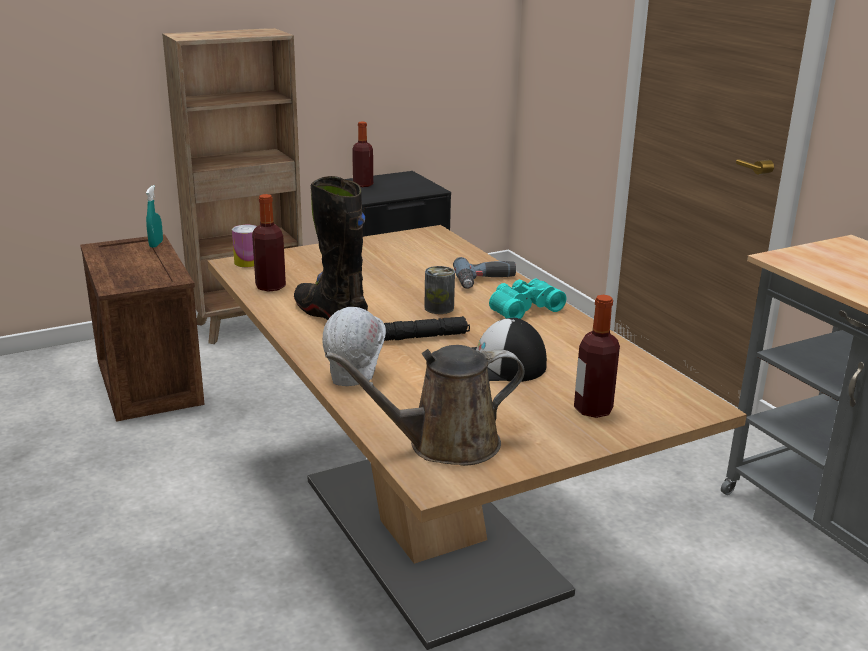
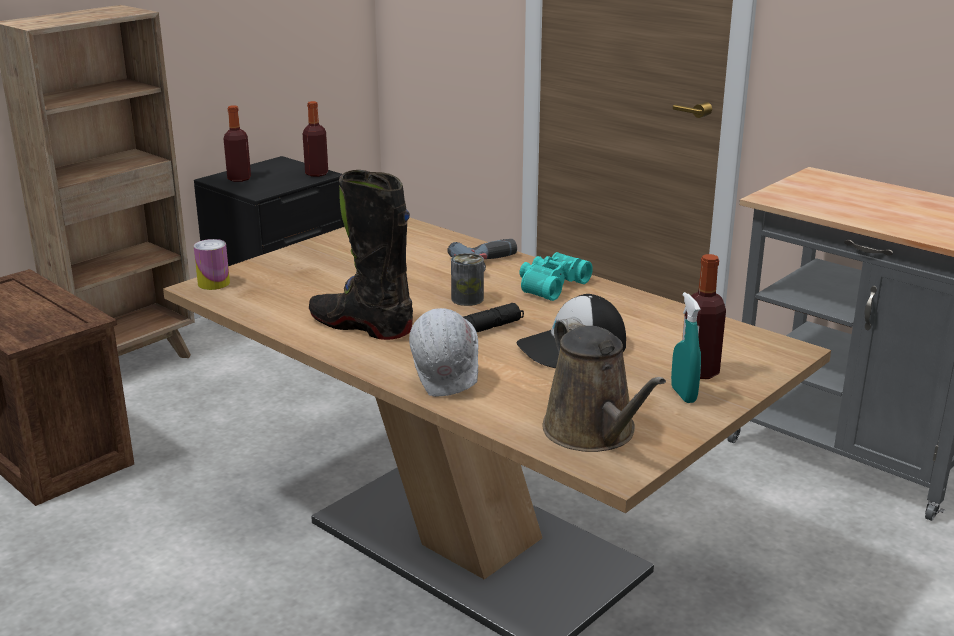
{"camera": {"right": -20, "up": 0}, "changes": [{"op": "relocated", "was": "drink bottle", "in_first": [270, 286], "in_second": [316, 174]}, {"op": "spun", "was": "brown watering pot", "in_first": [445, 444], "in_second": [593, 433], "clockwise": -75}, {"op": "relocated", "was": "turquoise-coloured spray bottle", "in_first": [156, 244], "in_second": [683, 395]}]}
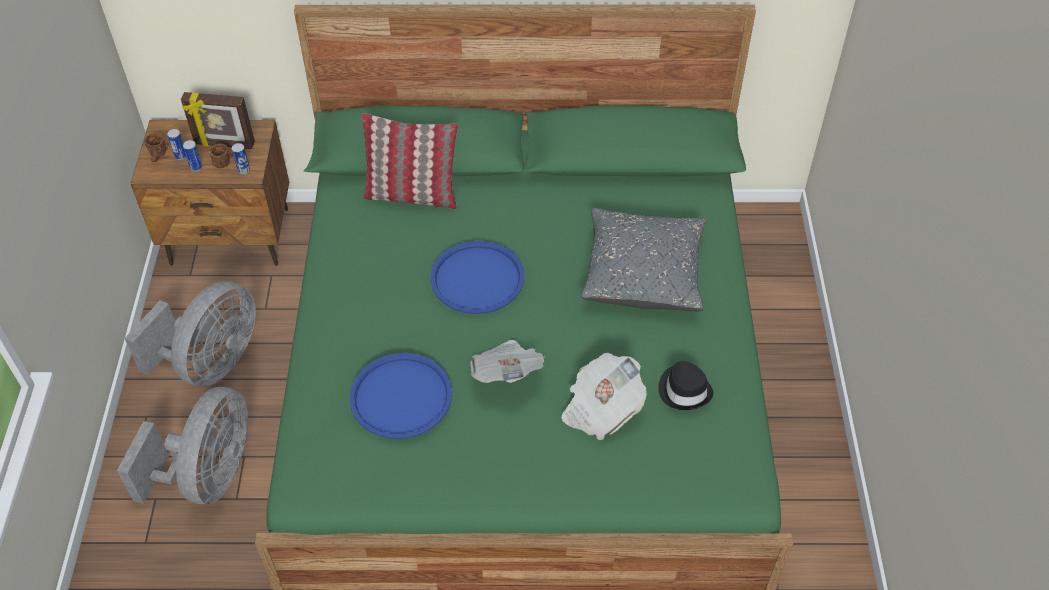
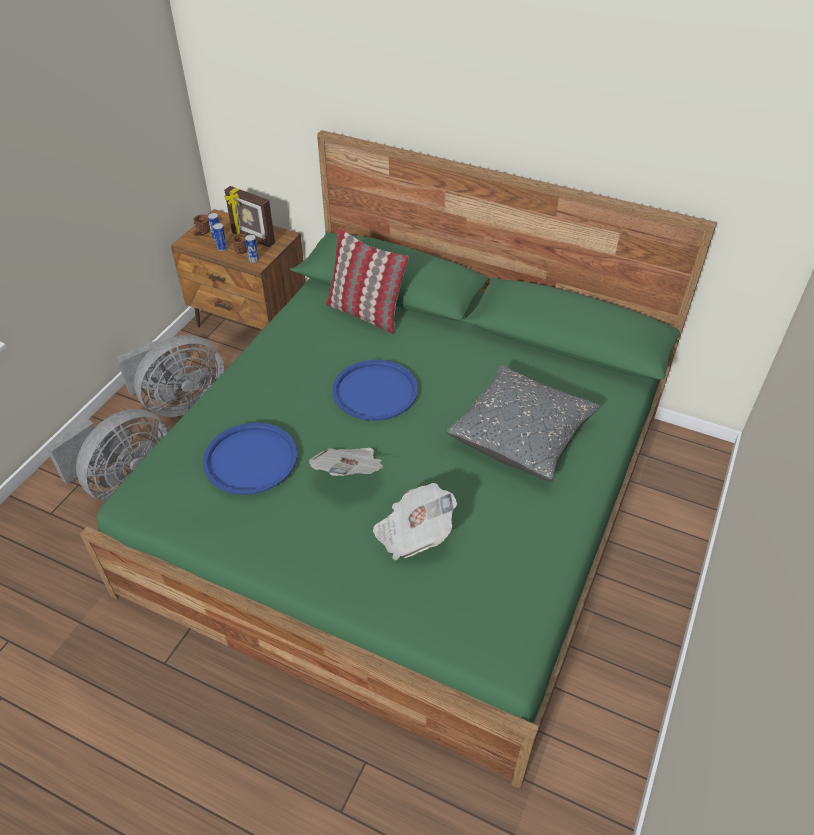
{"camera": {"right": 25, "up": -5}, "changes": [{"op": "missing", "was": "black wearable hat", "in_first": [684, 390]}]}
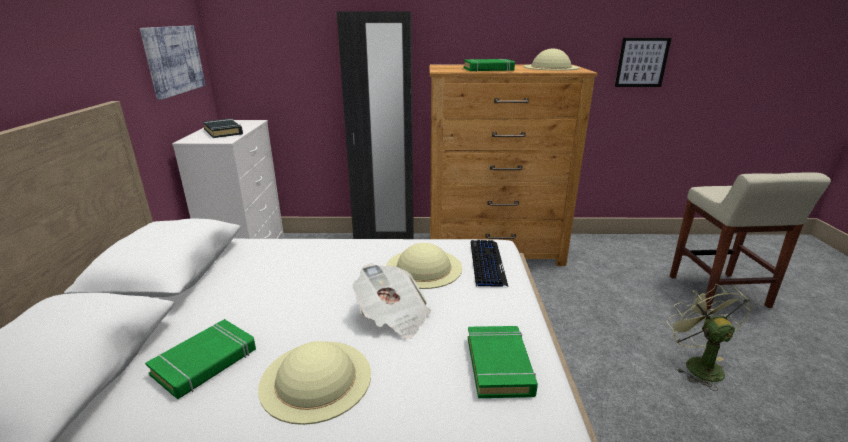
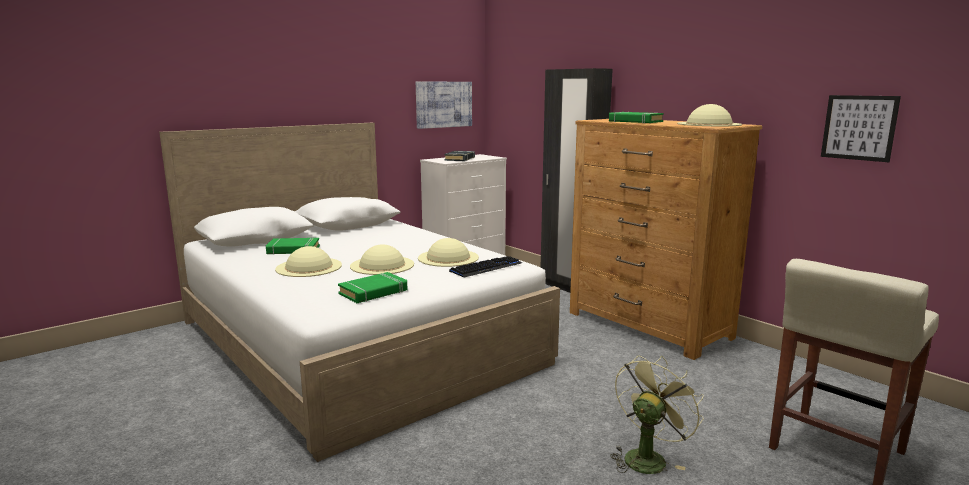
{"camera": {"right": 50, "up": -10}, "changes": [{"op": "exchanged", "was": "newspaper", "now": "sand-coloured wearable hat", "in_first": [393, 316], "in_second": [382, 265]}]}
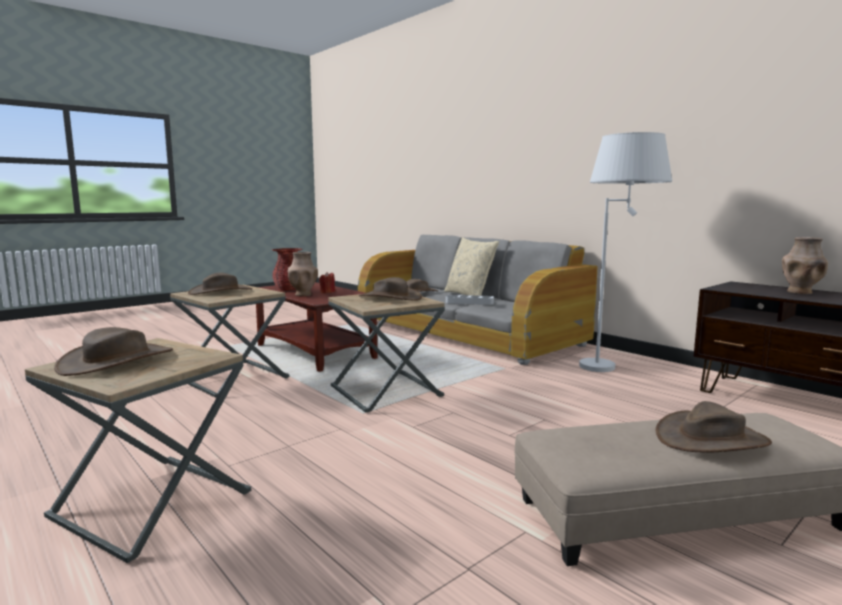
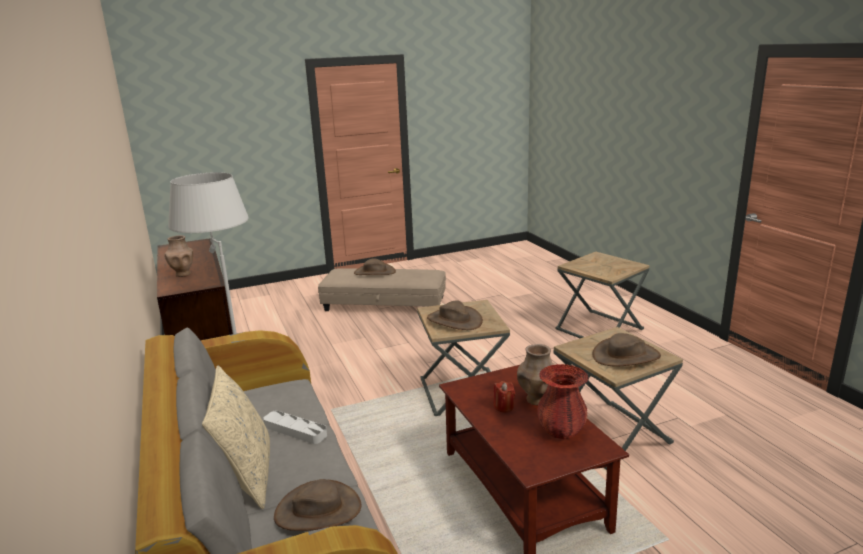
{"camera": {"right": -160, "up": 10}, "changes": [{"op": "missing", "was": "brown wearable hat", "in_first": [117, 361]}]}
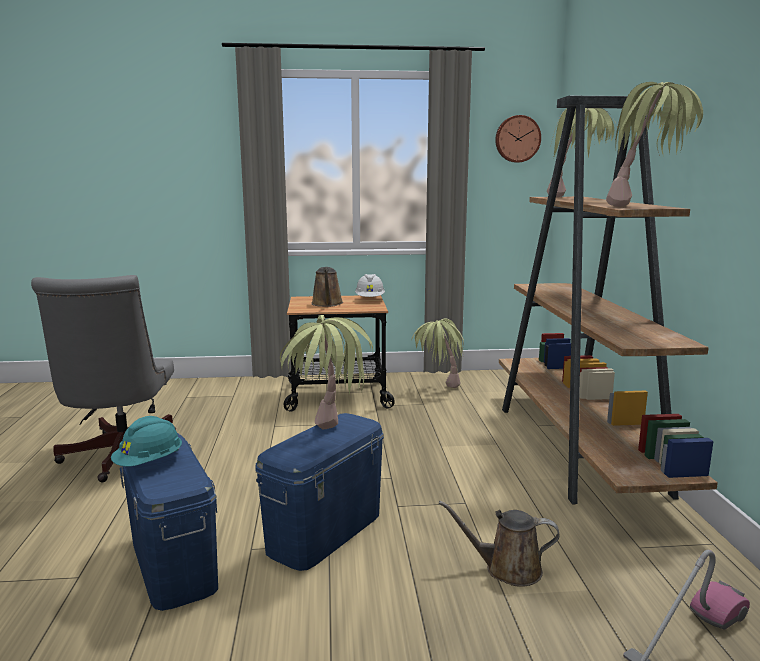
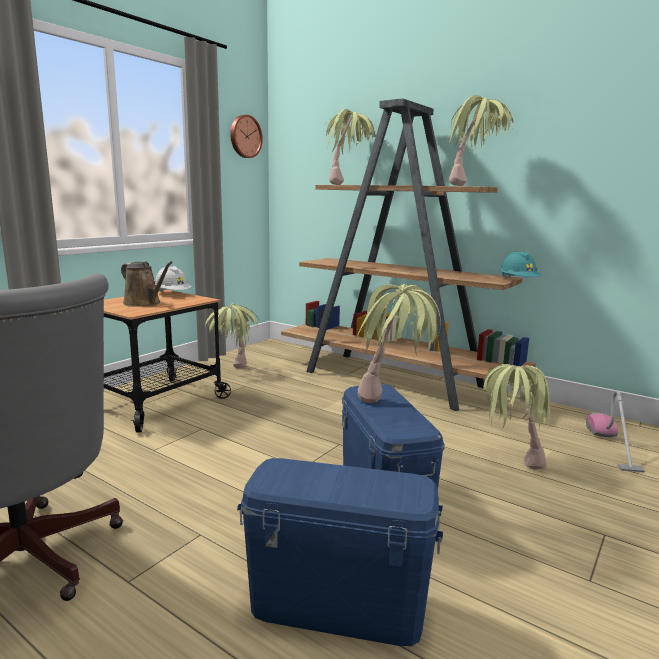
{"camera": {"right": -50, "up": 0}, "changes": [{"op": "exchanged", "was": "brown watering pot", "now": "houseplant", "in_first": [507, 569], "in_second": [508, 460]}, {"op": "relocated", "was": "turquoise-coloured safety helmet", "in_first": [149, 463], "in_second": [518, 281]}]}
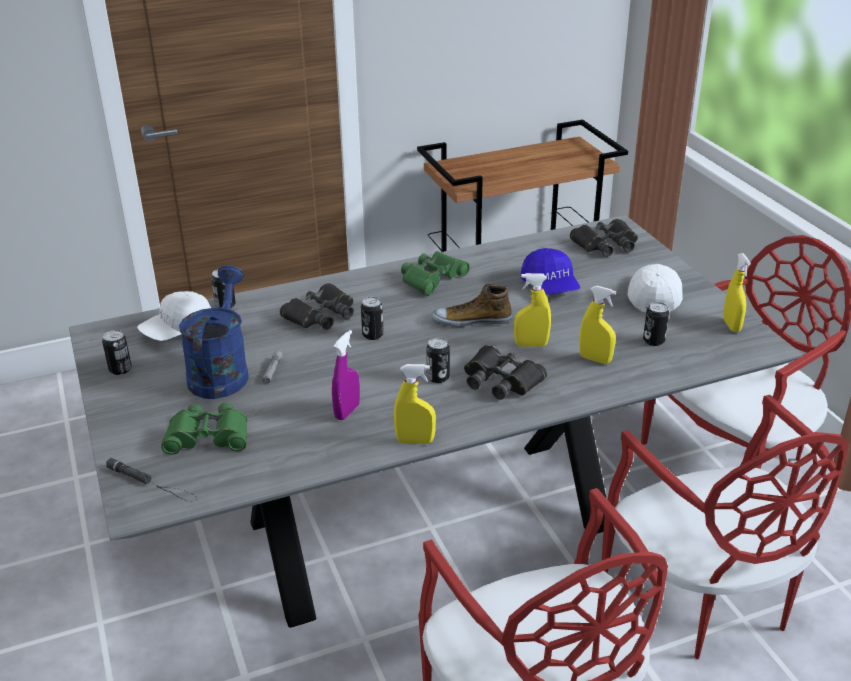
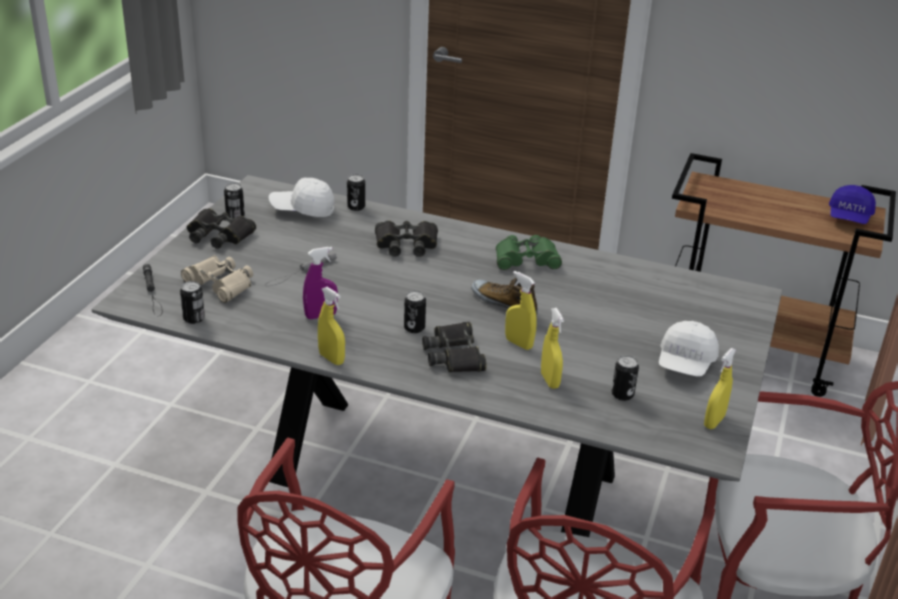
{"camera": {"right": 40, "up": 0}, "changes": [{"op": "relocated", "was": "metal can", "in_first": [373, 335], "in_second": [194, 318]}, {"op": "colour", "was": "greenish binoculars", "now": "sand-coloured binoculars", "in_first": [208, 437], "in_second": [220, 284]}, {"op": "relocated", "was": "black binoculars", "in_first": [605, 244], "in_second": [219, 235]}, {"op": "spun", "was": "white peaked cap", "in_first": [653, 296], "in_second": [685, 363], "clockwise": 150}, {"op": "relocated", "was": "bluish peaked cap", "in_first": [550, 286], "in_second": [849, 217]}, {"op": "missing", "was": "bluish watering pot", "in_first": [221, 371]}]}
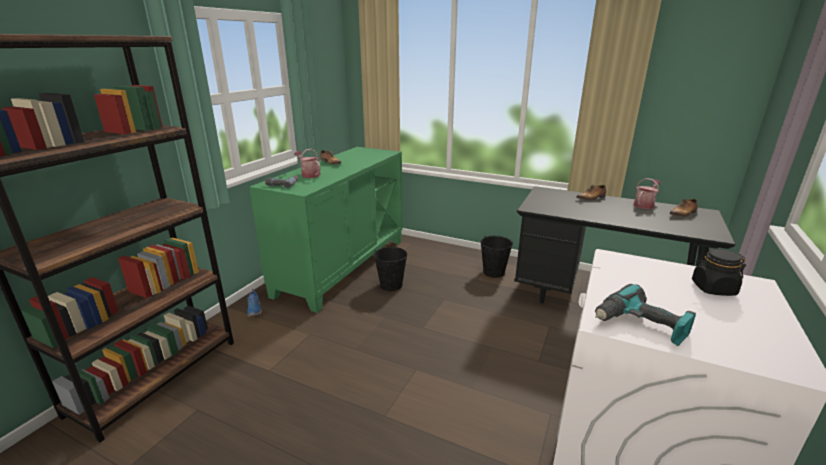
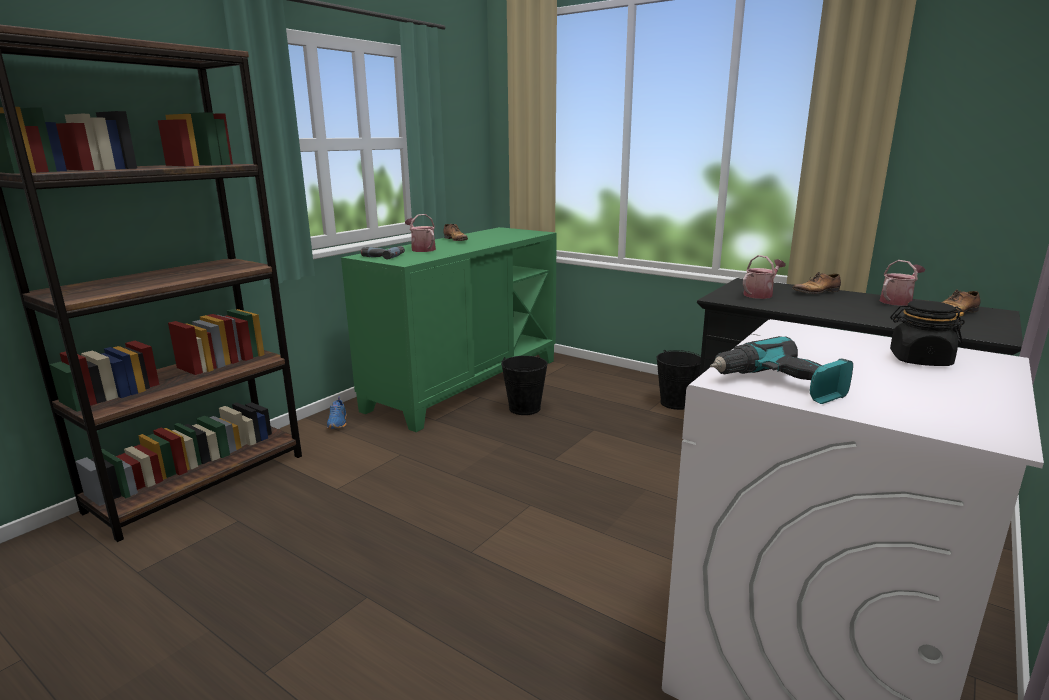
{"camera": {"right": 10, "up": -5}, "changes": [{"op": "appeared", "now": "watering pot", "in_second": [760, 294]}]}
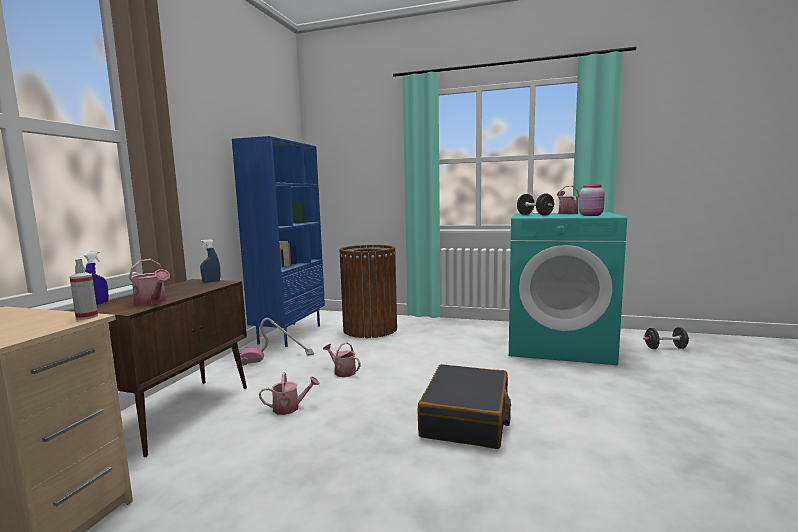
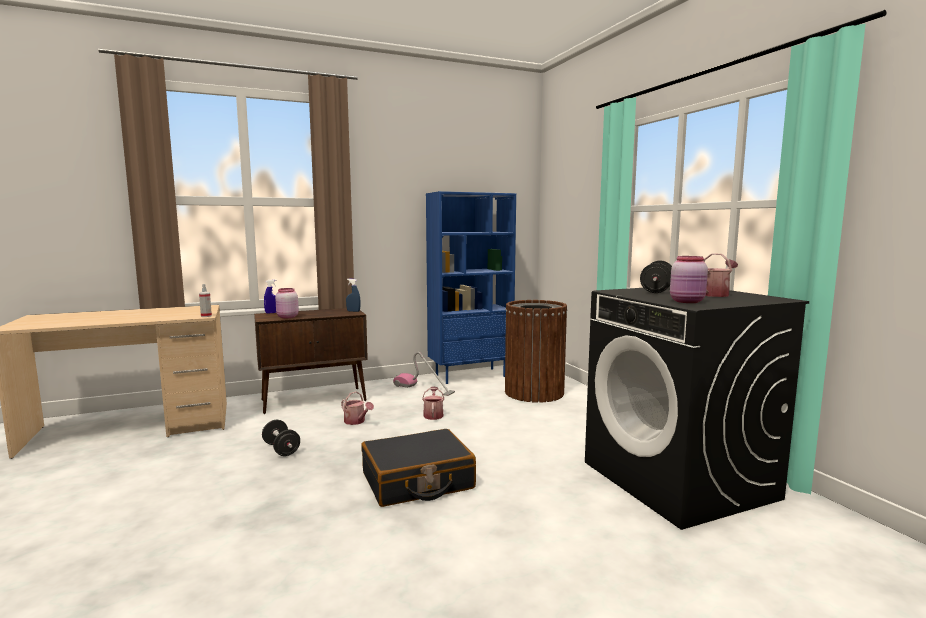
{"camera": {"right": 50, "up": 0}, "changes": [{"op": "relocated", "was": "black hand weight", "in_first": [665, 348], "in_second": [281, 449]}, {"op": "exchanged", "was": "watering pot", "now": "pink-coloured storage jar", "in_first": [152, 302], "in_second": [287, 317]}, {"op": "colour", "was": "turquoise-coloured laundry machine", "now": "black laundry machine", "in_first": [559, 344], "in_second": [679, 480]}]}
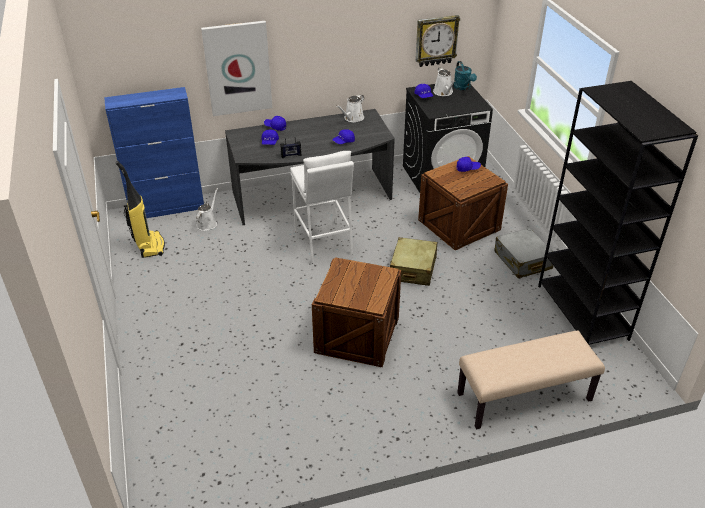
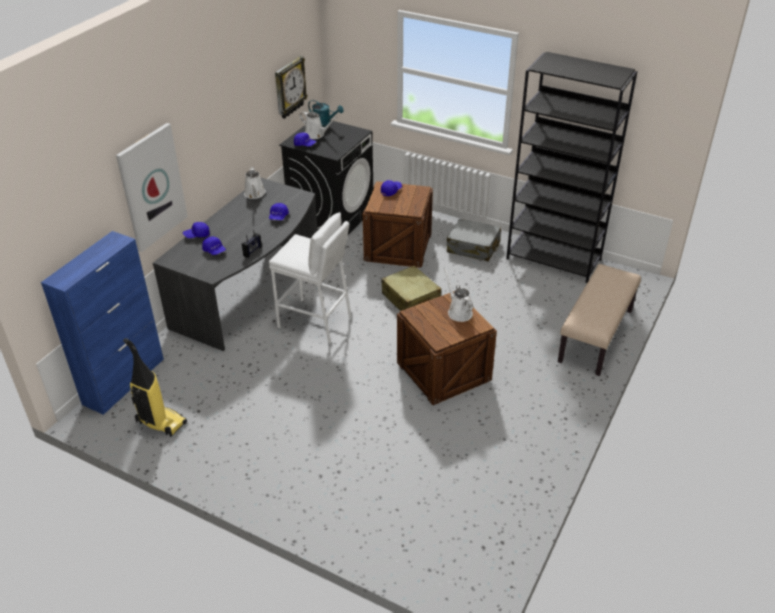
{"camera": {"right": -45, "up": 0}, "changes": [{"op": "relocated", "was": "white watering pot", "in_first": [207, 223], "in_second": [458, 312]}]}
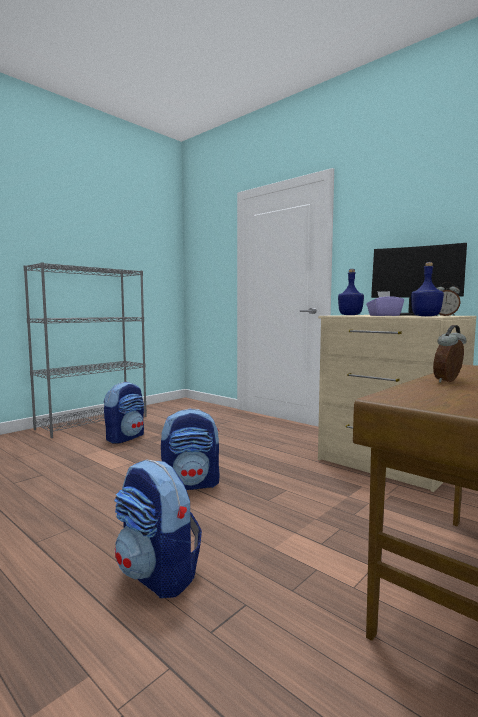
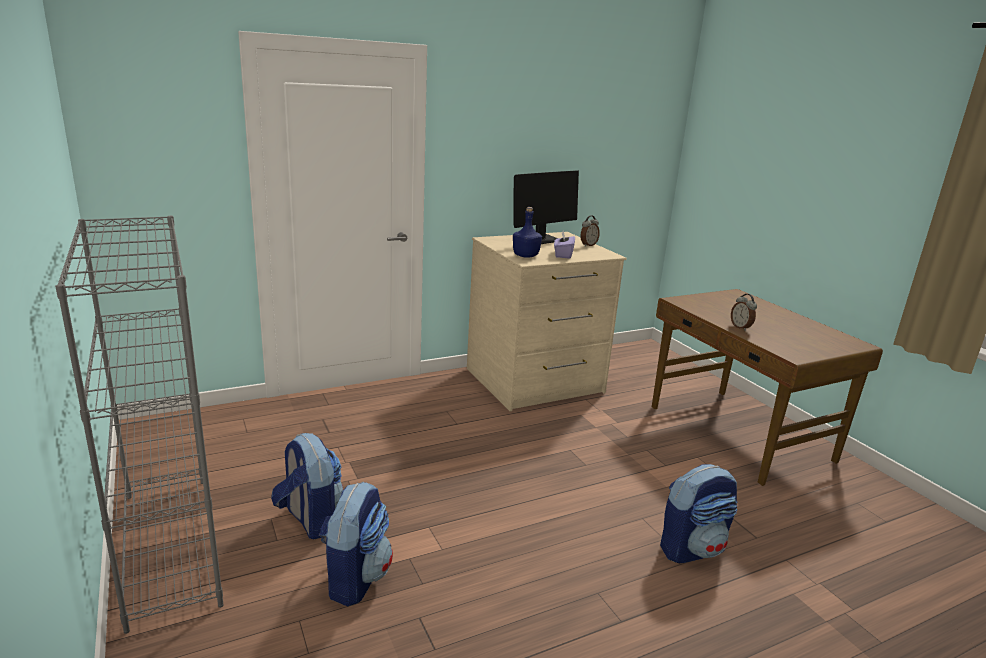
{"camera": {"right": -70, "up": 15}, "changes": [{"op": "relocated", "was": "knapsack", "in_first": [191, 484], "in_second": [355, 578]}, {"op": "missing", "was": "bluish drink bottle", "in_first": [426, 316]}]}
